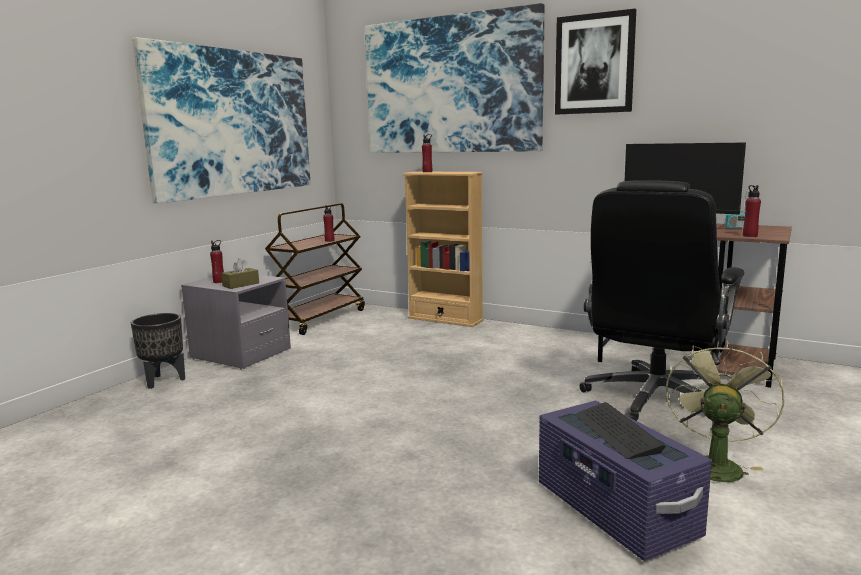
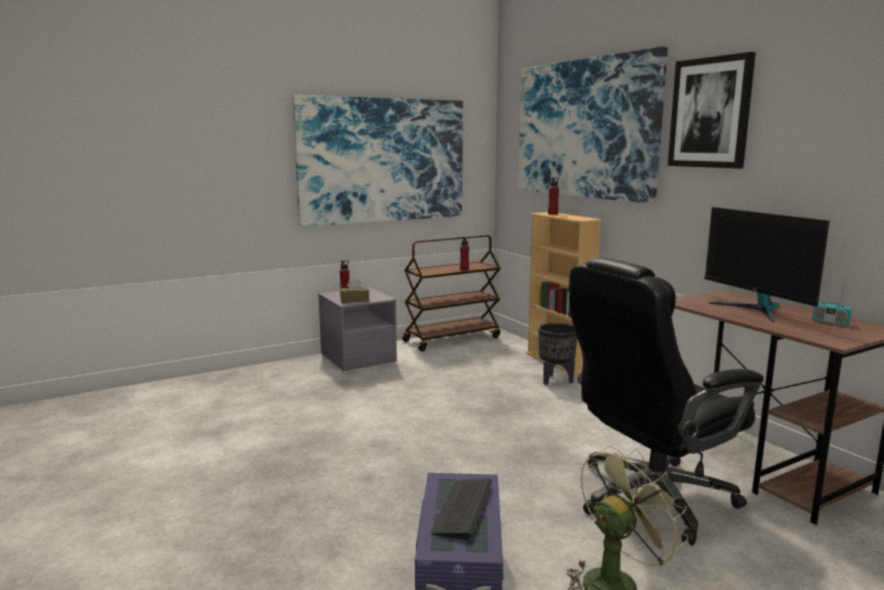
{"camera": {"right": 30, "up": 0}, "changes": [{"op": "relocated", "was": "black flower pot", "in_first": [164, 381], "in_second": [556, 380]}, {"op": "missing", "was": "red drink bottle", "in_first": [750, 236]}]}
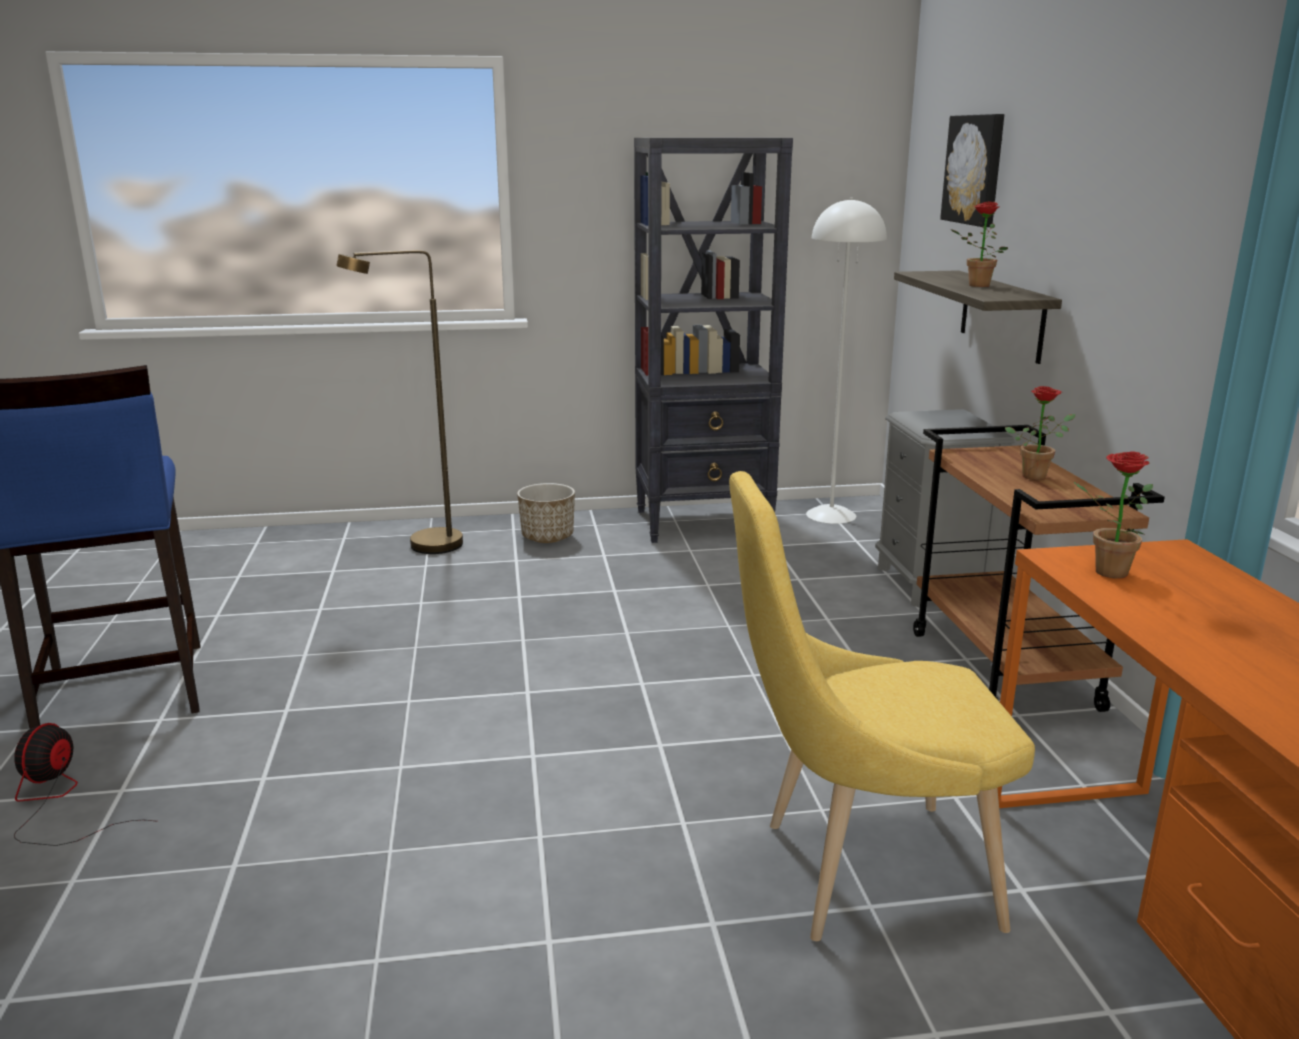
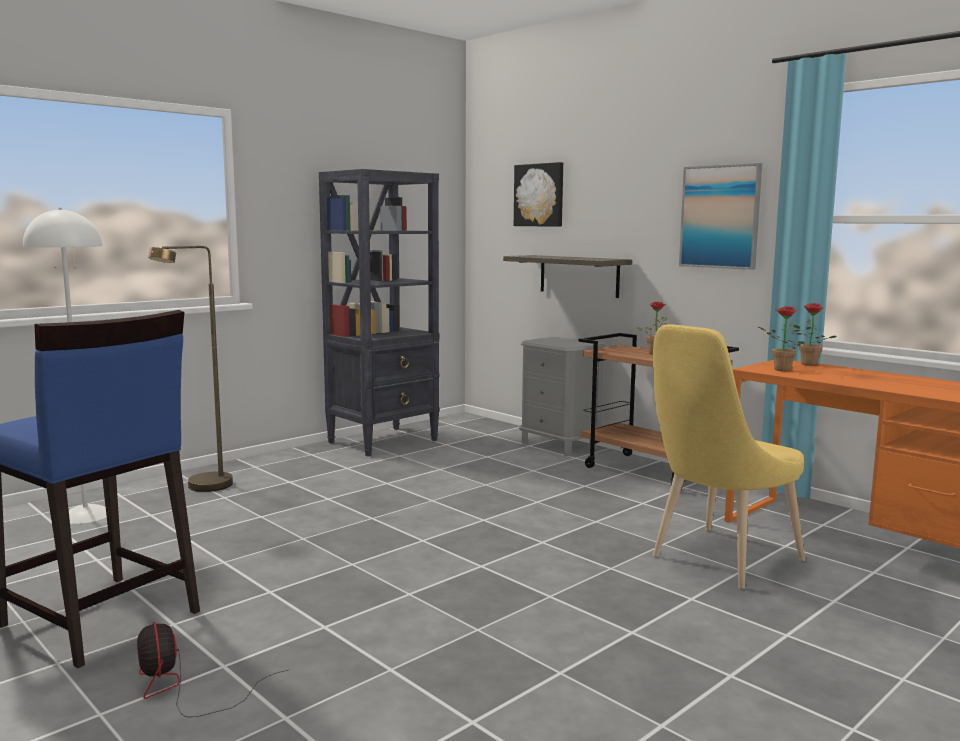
{"camera": {"right": -35, "up": -10}, "changes": [{"op": "relocated", "was": "white standing lamp", "in_first": [831, 515], "in_second": [86, 514]}, {"op": "appeared", "now": "wall picture", "in_second": [720, 217]}, {"op": "relocated", "was": "houseplant", "in_first": [974, 285], "in_second": [807, 365]}, {"op": "missing", "was": "flower pot", "in_first": [547, 537]}]}
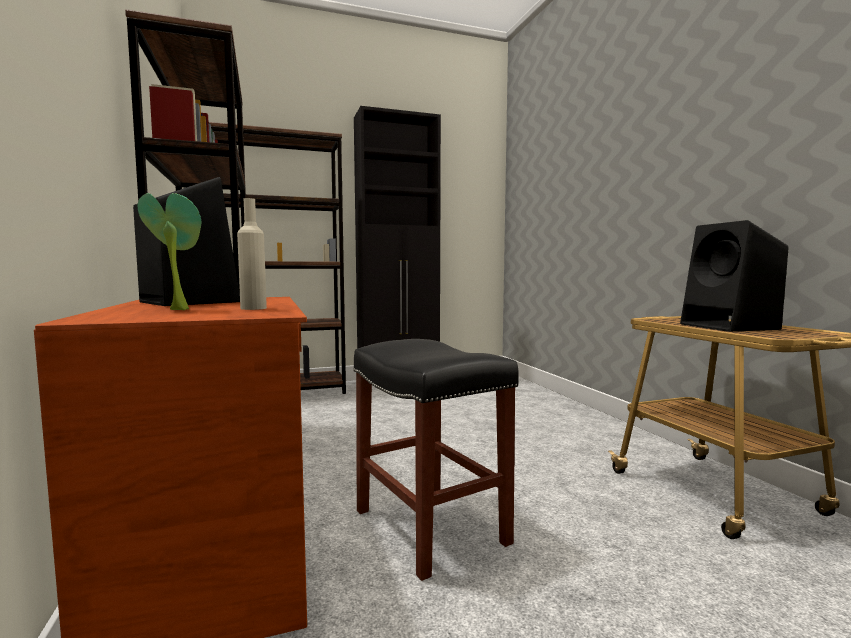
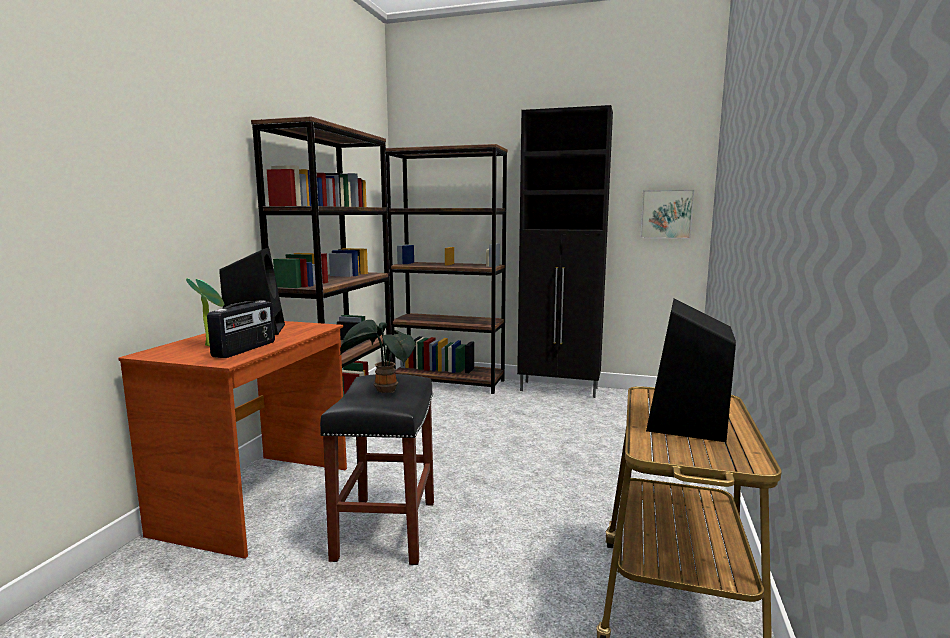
{"camera": {"right": 35, "up": 5}, "changes": [{"op": "exchanged", "was": "sand-coloured drink bottle", "now": "radio", "in_first": [253, 308], "in_second": [245, 349]}, {"op": "appeared", "now": "houseplant", "in_second": [383, 391]}, {"op": "appeared", "now": "wall picture", "in_second": [666, 214]}]}
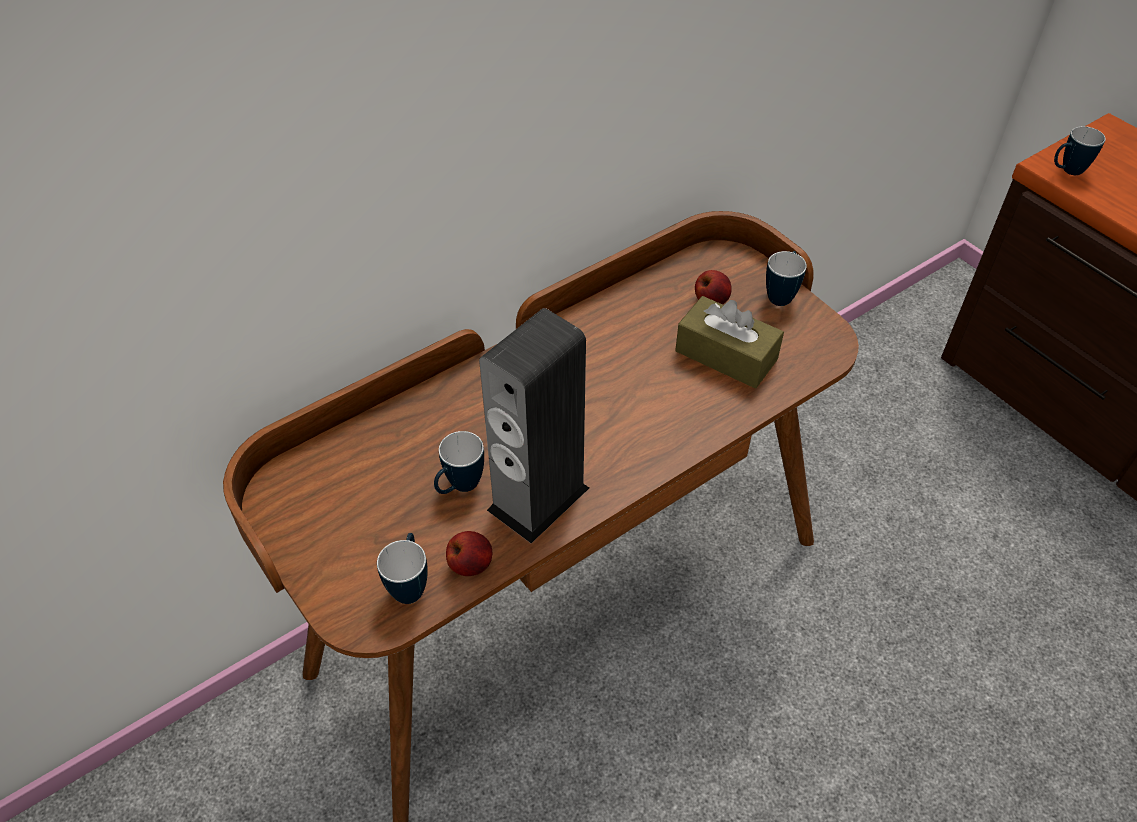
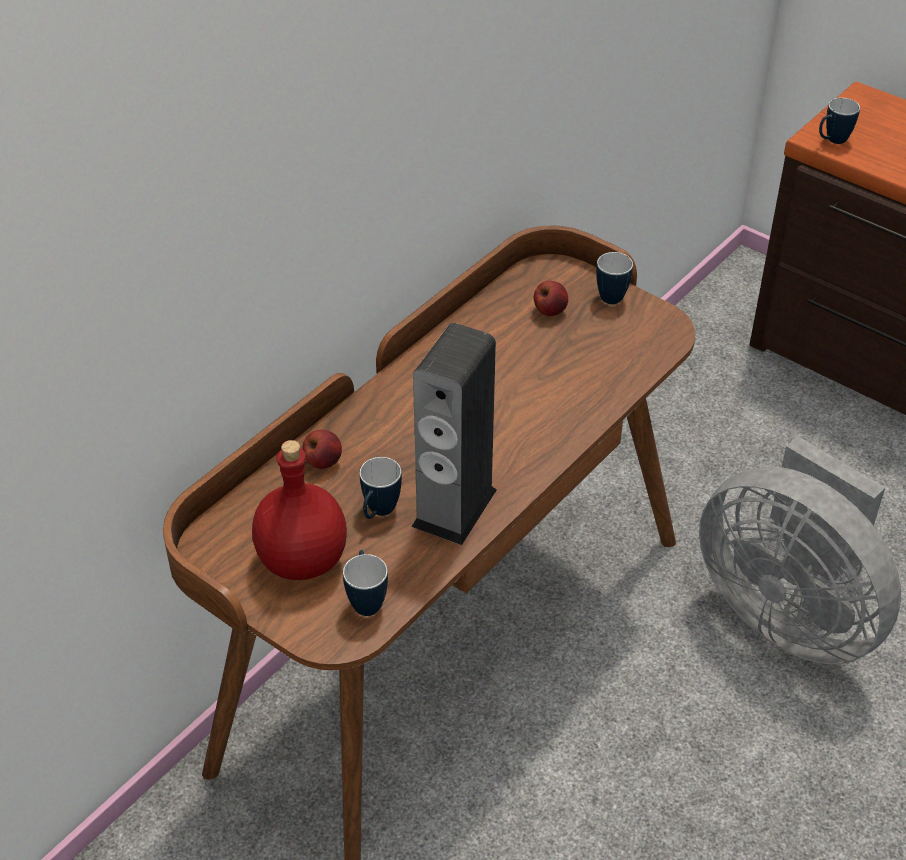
{"camera": {"right": -15, "up": -5}, "changes": [{"op": "appeared", "now": "red drink bottle", "in_second": [304, 560]}, {"op": "relocated", "was": "apple", "in_first": [470, 565], "in_second": [323, 462]}, {"op": "appeared", "now": "greyish fan", "in_second": [788, 613]}, {"op": "missing", "was": "brown box of tissues", "in_first": [726, 355]}]}
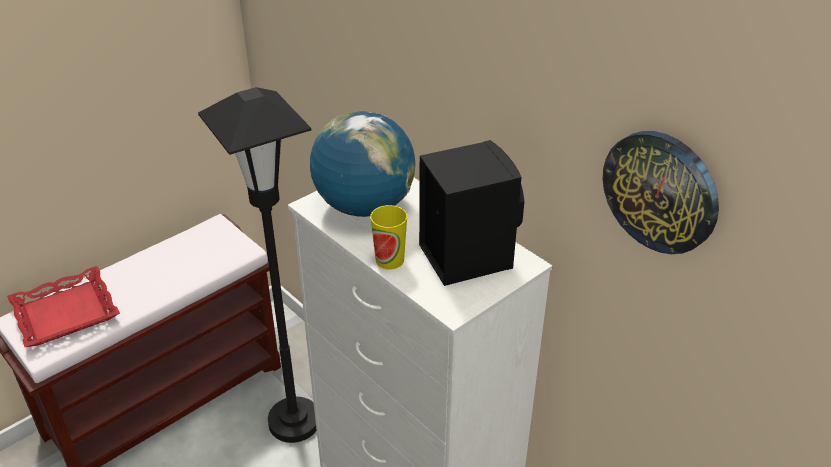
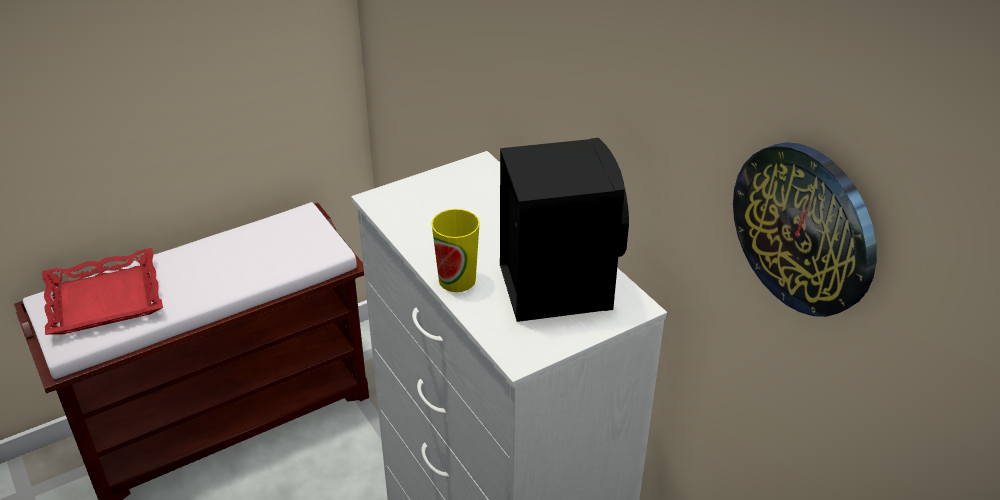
{"camera": {"right": 10, "up": 0}, "changes": [{"op": "missing", "was": "black standing lamp", "in_first": [294, 421]}, {"op": "missing", "was": "world globe", "in_first": [364, 207]}]}
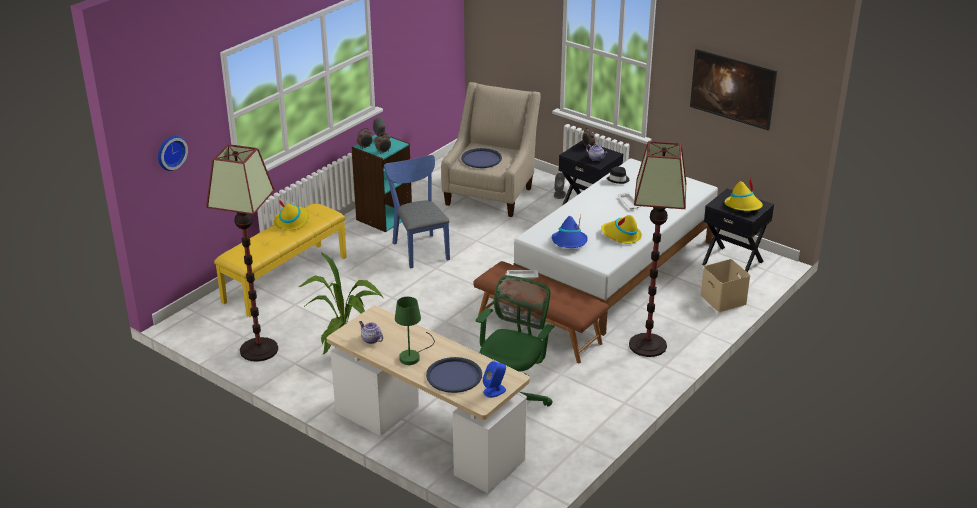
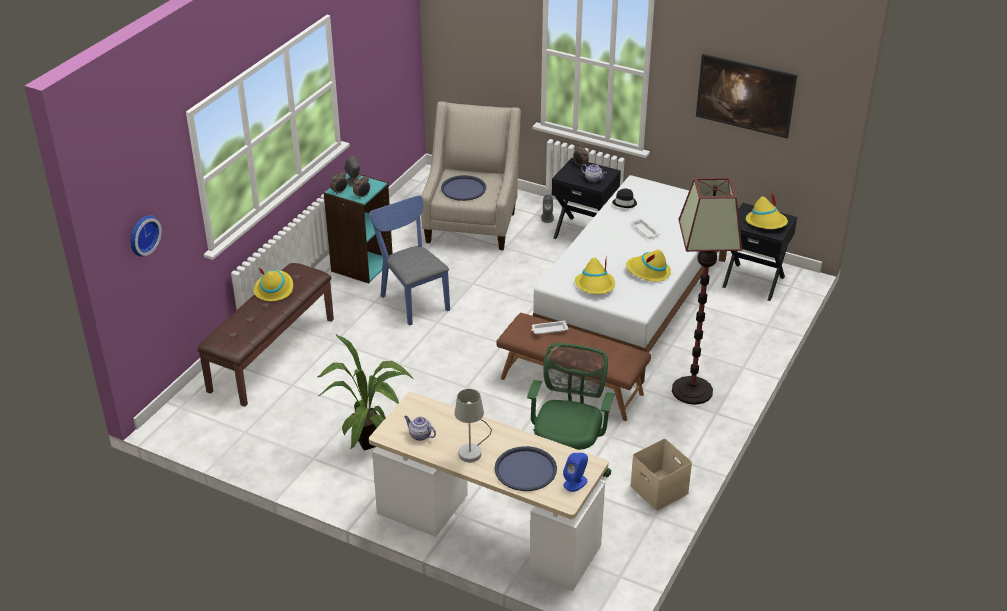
{"camera": {"right": -10, "up": 5}, "changes": [{"op": "colour", "was": "yellow-coloured indoor bench", "now": "brown indoor bench", "in_first": [285, 279], "in_second": [271, 354]}, {"op": "colour", "was": "greenish lamp for a table", "now": "greyish lamp for a table", "in_first": [413, 355], "in_second": [473, 449]}, {"op": "colour", "was": "bluish wearable hat", "now": "yellow-coloured wearable hat", "in_first": [569, 242], "in_second": [595, 286]}, {"op": "relocated", "was": "sand-coloured storage container", "in_first": [724, 300], "in_second": [660, 489]}, {"op": "missing", "was": "standing lamp", "in_first": [259, 349]}]}
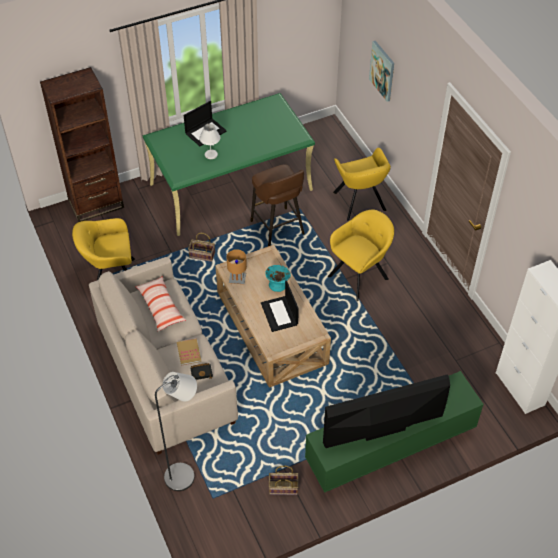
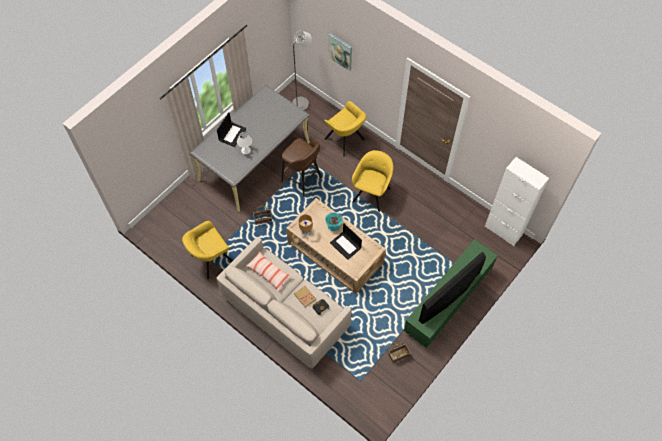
{"camera": {"right": -25, "up": 10}, "changes": [{"op": "colour", "was": "greenish desk unit", "now": "greyish desk unit", "in_first": [231, 187], "in_second": [254, 161]}, {"op": "relocated", "was": "greyish standing lamp", "in_first": [185, 475], "in_second": [302, 102]}, {"op": "missing", "was": "brown bookcase", "in_first": [96, 204]}]}
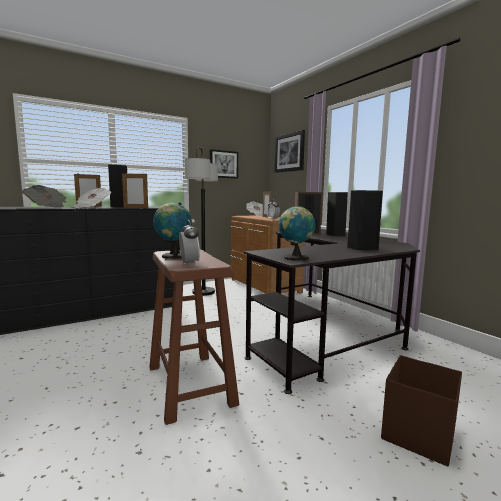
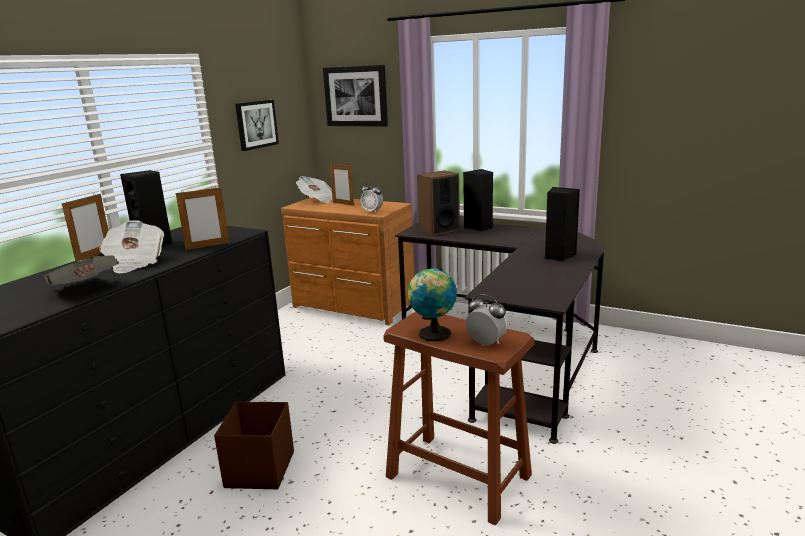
{"camera": {"right": -30, "up": 10}, "changes": [{"op": "relocated", "was": "brown storage container", "in_first": [417, 434], "in_second": [259, 470]}, {"op": "missing", "was": "standing lamp", "in_first": [203, 292]}, {"op": "missing", "was": "world globe", "in_first": [295, 258]}]}
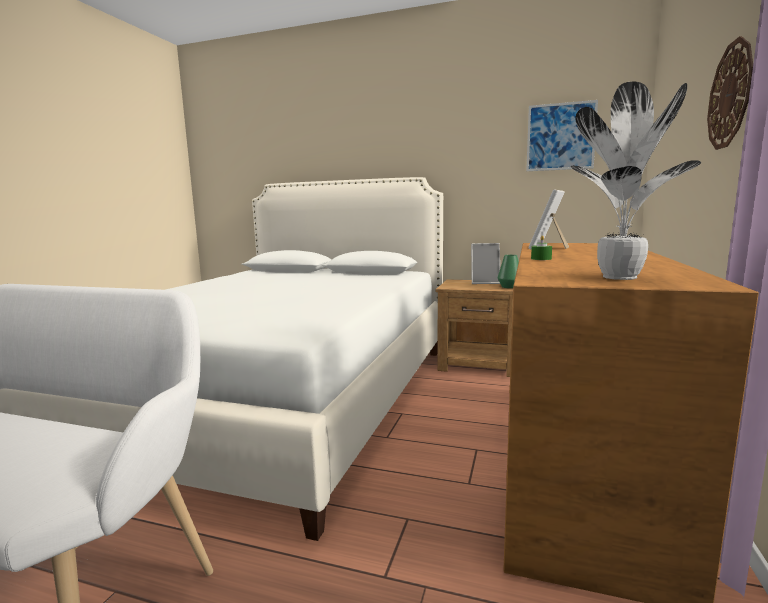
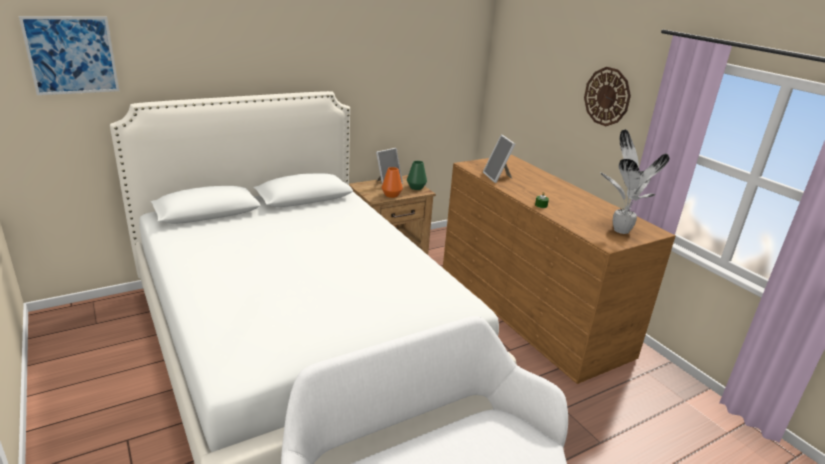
{"camera": {"right": -50, "up": 15}, "changes": [{"op": "relocated", "was": "wall picture", "in_first": [560, 137], "in_second": [72, 55]}, {"op": "appeared", "now": "orange vase", "in_second": [391, 195]}]}
